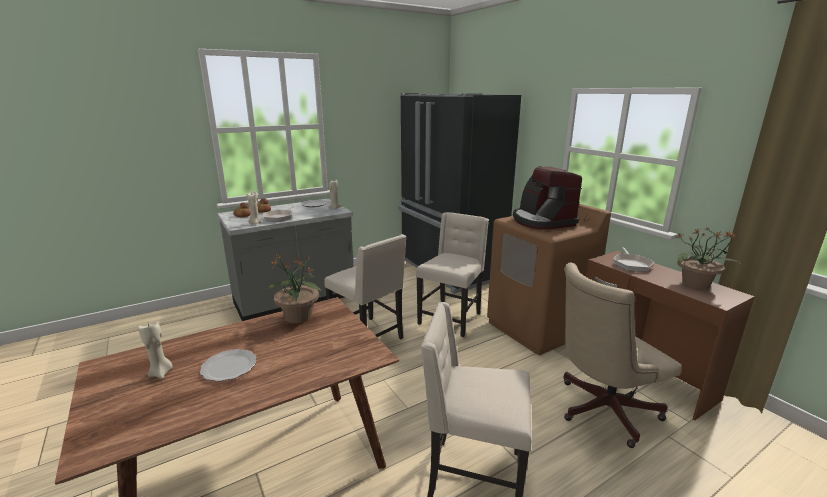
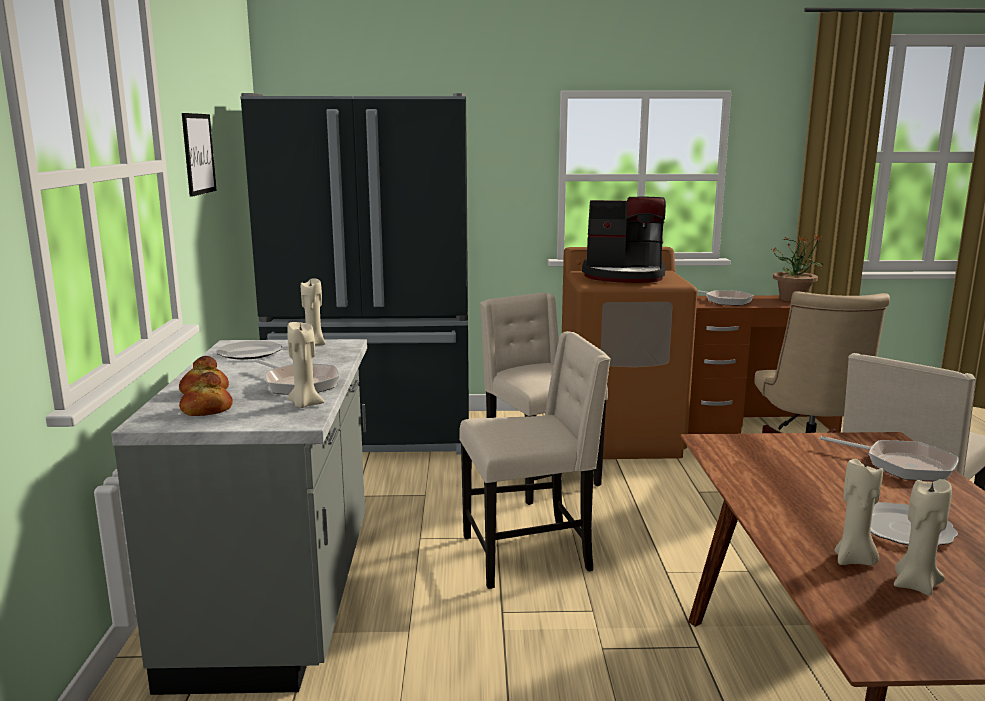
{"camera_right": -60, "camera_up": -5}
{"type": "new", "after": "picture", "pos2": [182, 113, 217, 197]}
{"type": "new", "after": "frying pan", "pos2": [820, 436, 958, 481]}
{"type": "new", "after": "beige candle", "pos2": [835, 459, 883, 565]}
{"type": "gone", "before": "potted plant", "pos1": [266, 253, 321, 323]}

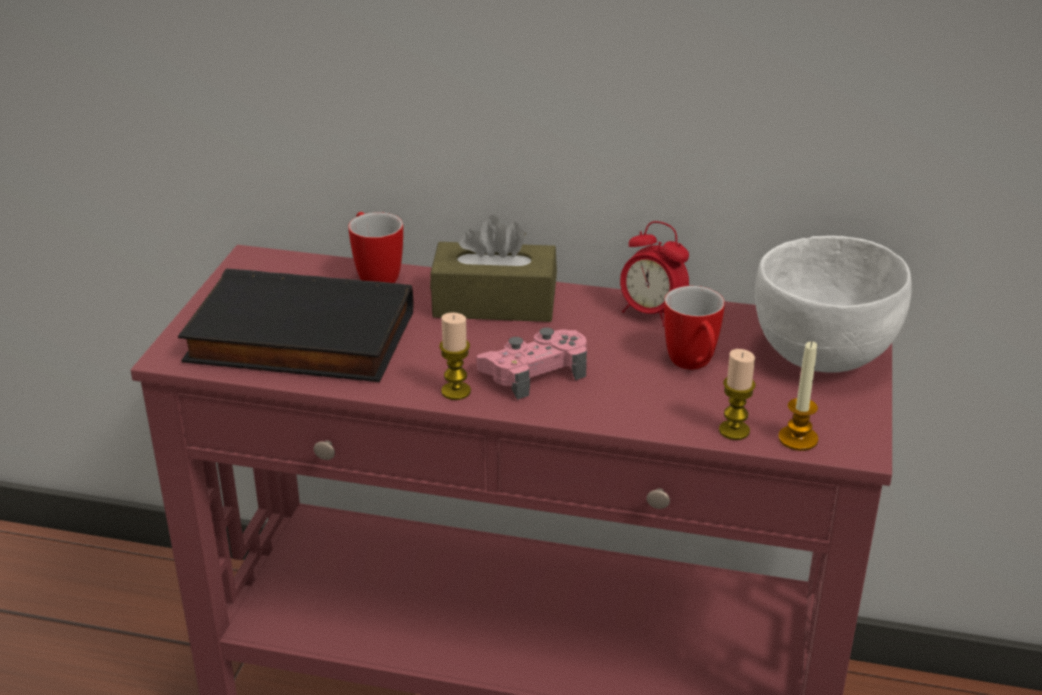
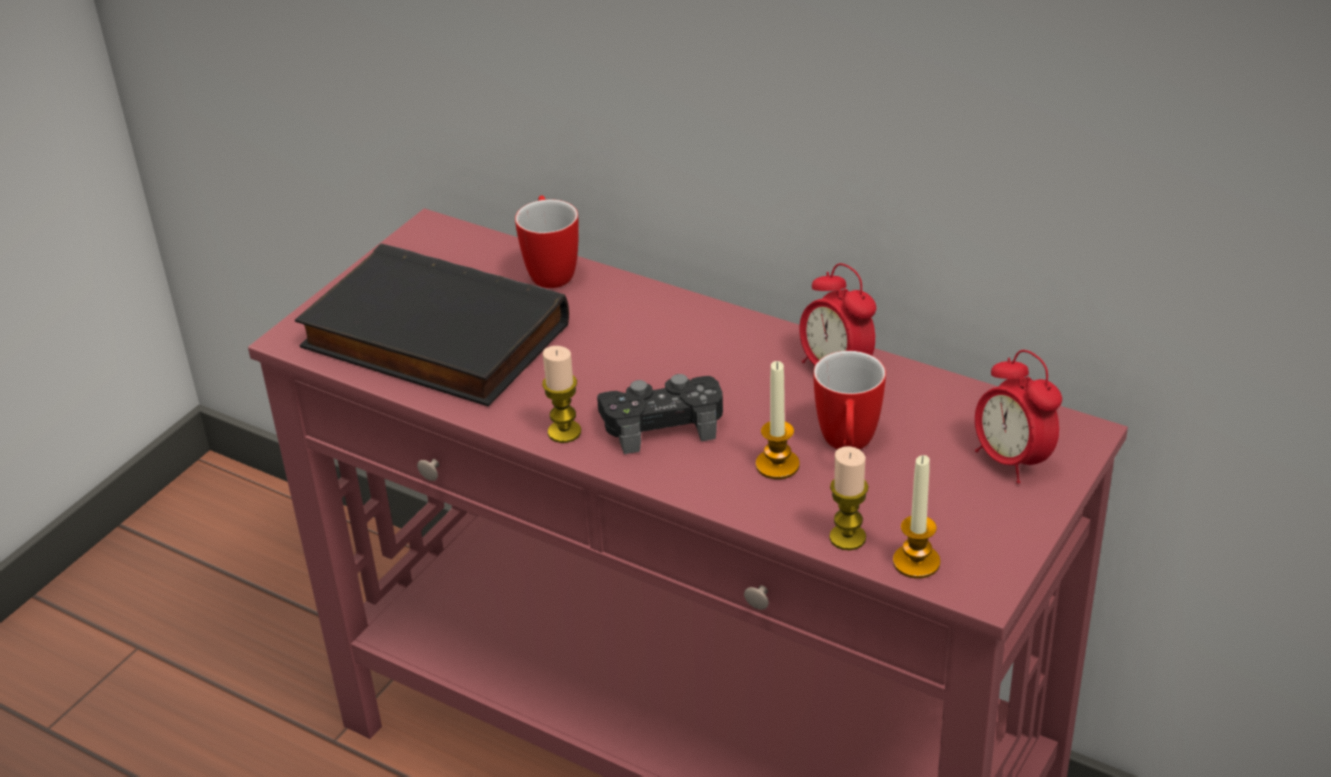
{"camera_right": 20, "camera_up": 5}
{"type": "repainted", "before": "pink game controller", "after": "black game controller", "pos1": [477, 327, 587, 400], "pos2": [597, 374, 723, 454]}
{"type": "new", "after": "candle", "pos2": [756, 361, 800, 479]}
{"type": "swapped", "before": "white bowl", "after": "alarm clock", "pos1": [755, 236, 912, 373], "pos2": [975, 350, 1062, 484]}
{"type": "gone", "before": "brown tissue box", "pos1": [430, 215, 557, 322]}

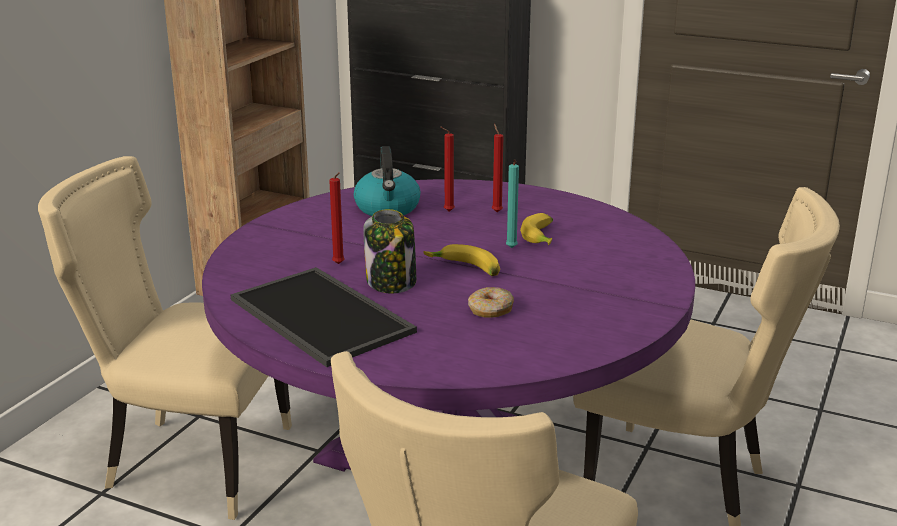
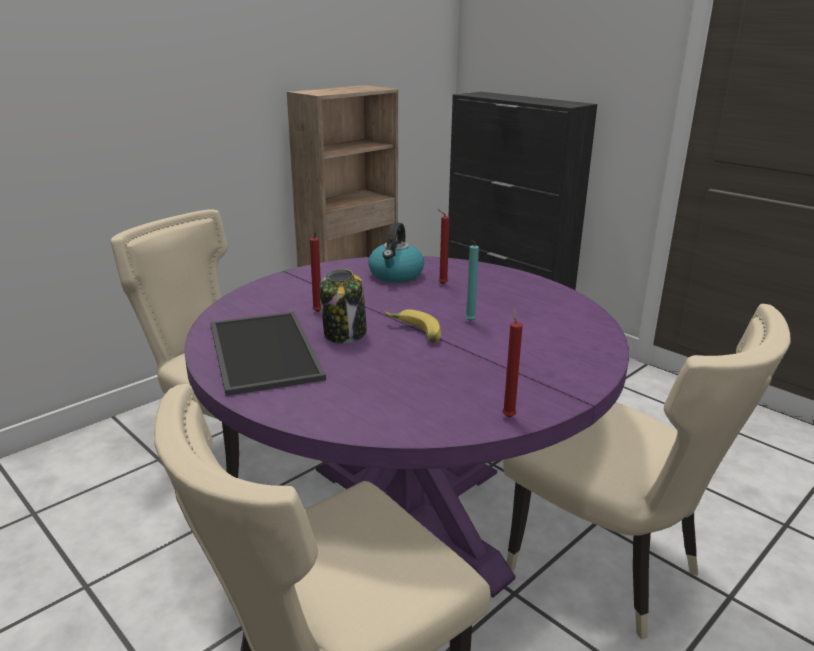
{"camera_right": 20, "camera_up": 0}
{"type": "shifted", "before": "red candle", "pos1": [492, 124, 503, 212], "pos2": [502, 308, 523, 417]}
{"type": "gone", "before": "donut", "pos1": [468, 287, 514, 317]}
{"type": "gone", "before": "banana", "pos1": [520, 213, 553, 245]}

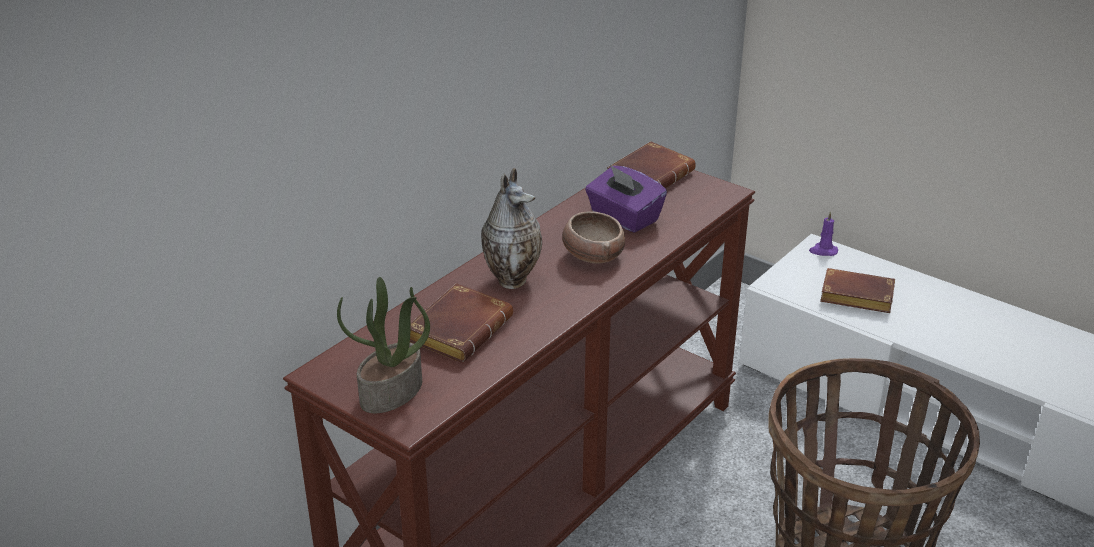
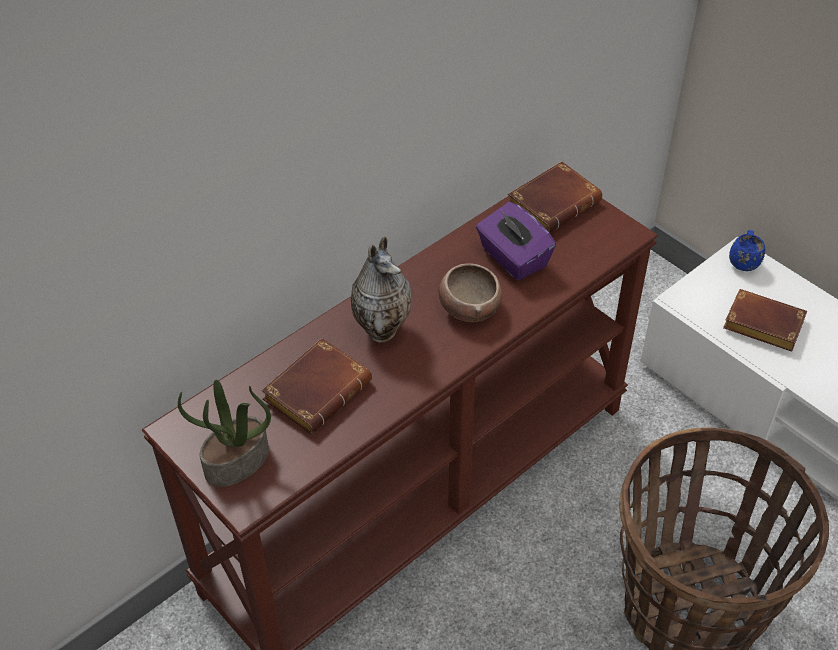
{"camera_right": 10, "camera_up": 15}
{"type": "swapped", "before": "purple candle", "after": "blue mug", "pos1": [809, 212, 838, 256], "pos2": [729, 230, 765, 271]}

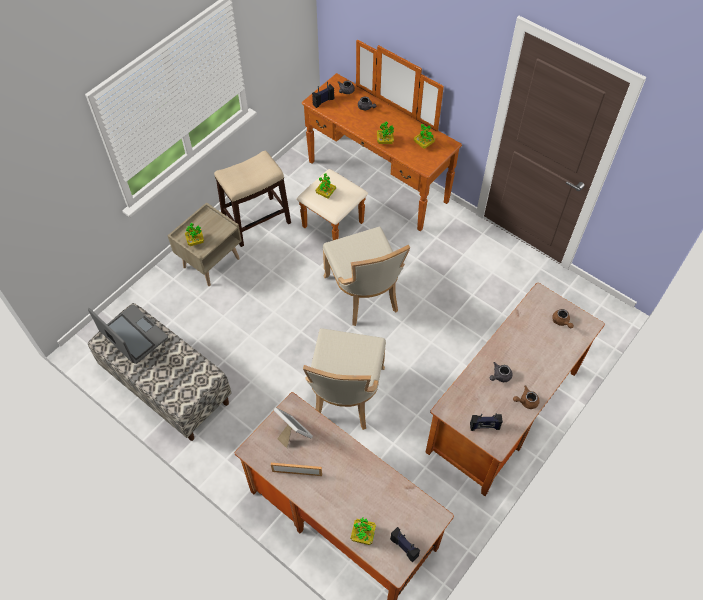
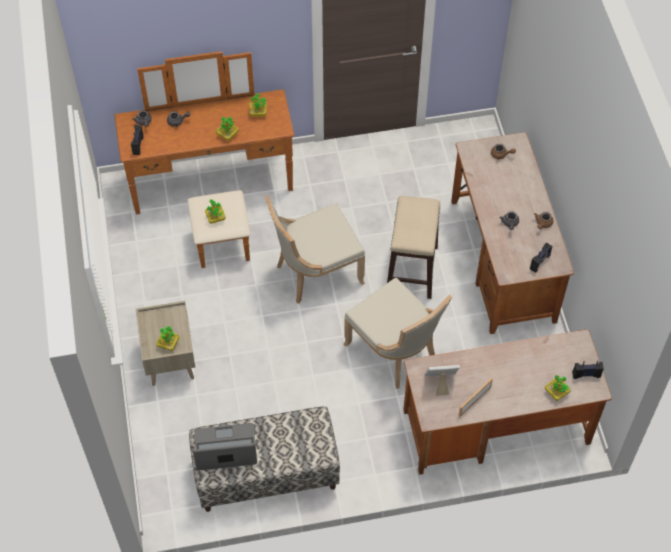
{"camera_right": -50, "camera_up": 0}
{"type": "rotated", "before": "beige chair", "pos1": [323, 227, 410, 326], "pos2": [265, 195, 365, 304], "turn": 135}
{"type": "shifted", "before": "stool", "pos1": [214, 151, 291, 247], "pos2": [387, 196, 440, 299]}

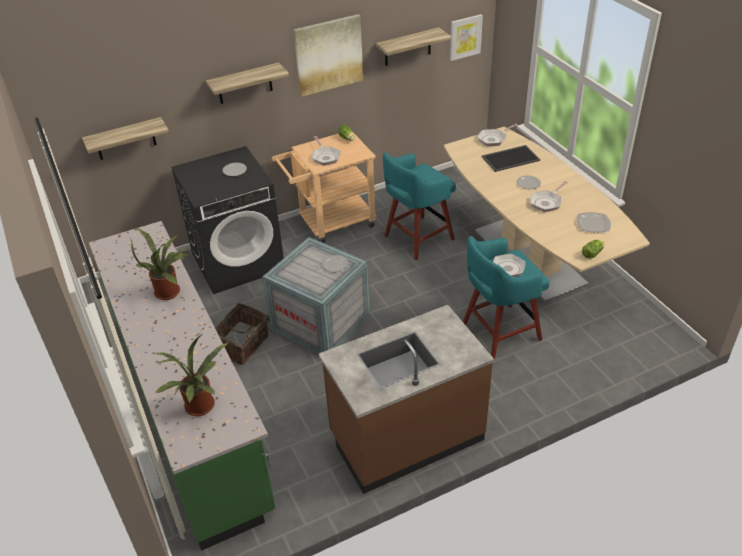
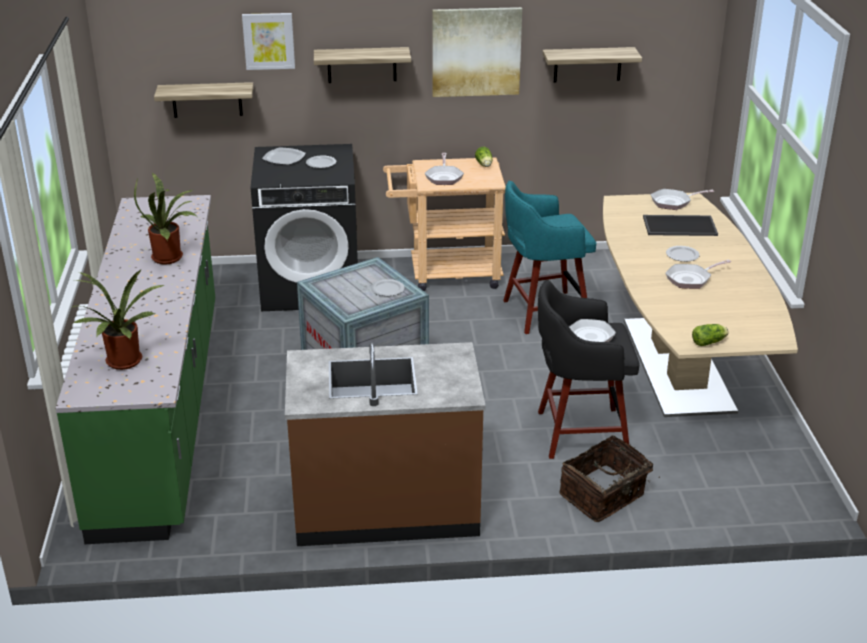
{"camera_right": 20, "camera_up": -10}
{"type": "shifted", "before": "picture", "pos1": [450, 14, 483, 61], "pos2": [242, 13, 295, 70]}
{"type": "shifted", "before": "plate", "pos1": [576, 212, 611, 233], "pos2": [262, 147, 306, 165]}
{"type": "repainted", "before": "turquoise stool", "after": "black stool", "pos1": [463, 236, 550, 359], "pos2": [538, 280, 640, 459]}
{"type": "shifted", "before": "basket", "pos1": [215, 303, 270, 365], "pos2": [560, 435, 660, 522]}

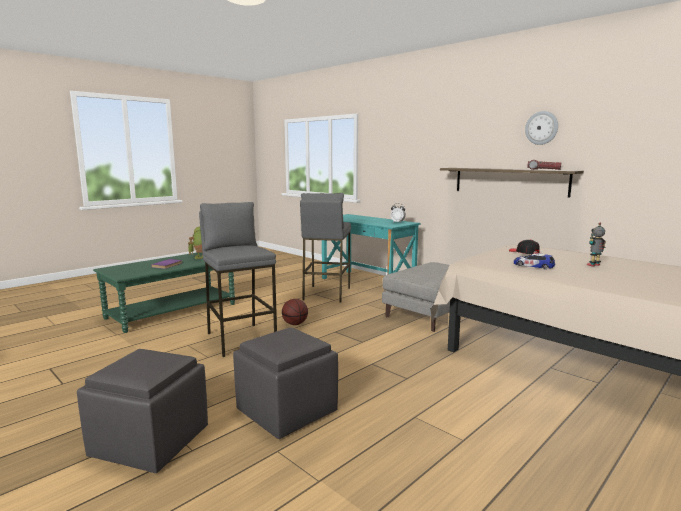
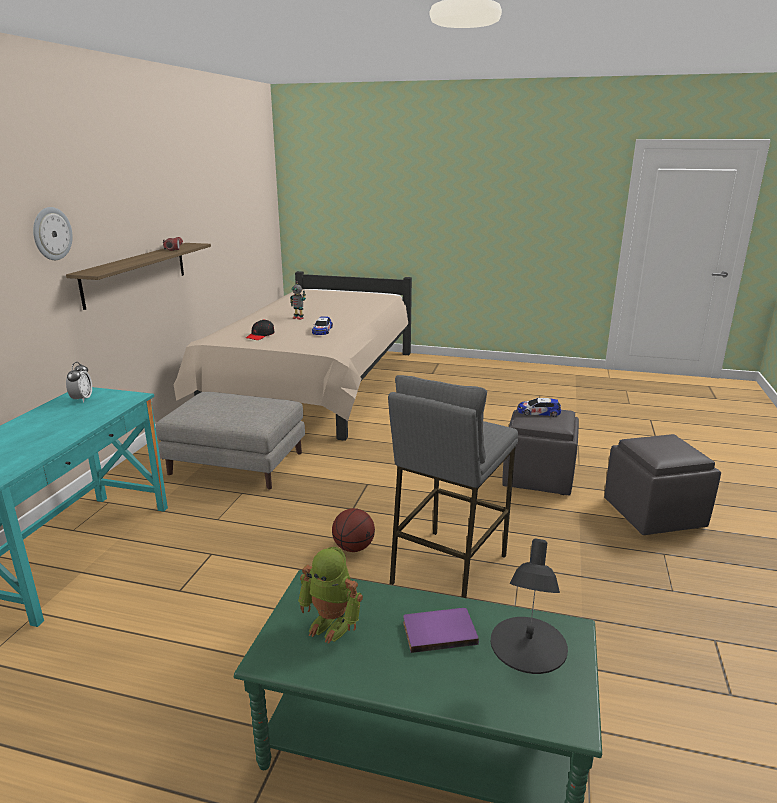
{"camera_right": -120, "camera_up": 10}
{"type": "shifted", "before": "wall clock", "pos1": [525, 111, 558, 145], "pos2": [33, 207, 73, 260]}
{"type": "new", "after": "black table lamp", "pos2": [491, 538, 568, 674]}
{"type": "new", "after": "toy car", "pos2": [517, 398, 561, 417]}
{"type": "gone", "before": "grey stool", "pos1": [300, 193, 351, 302]}

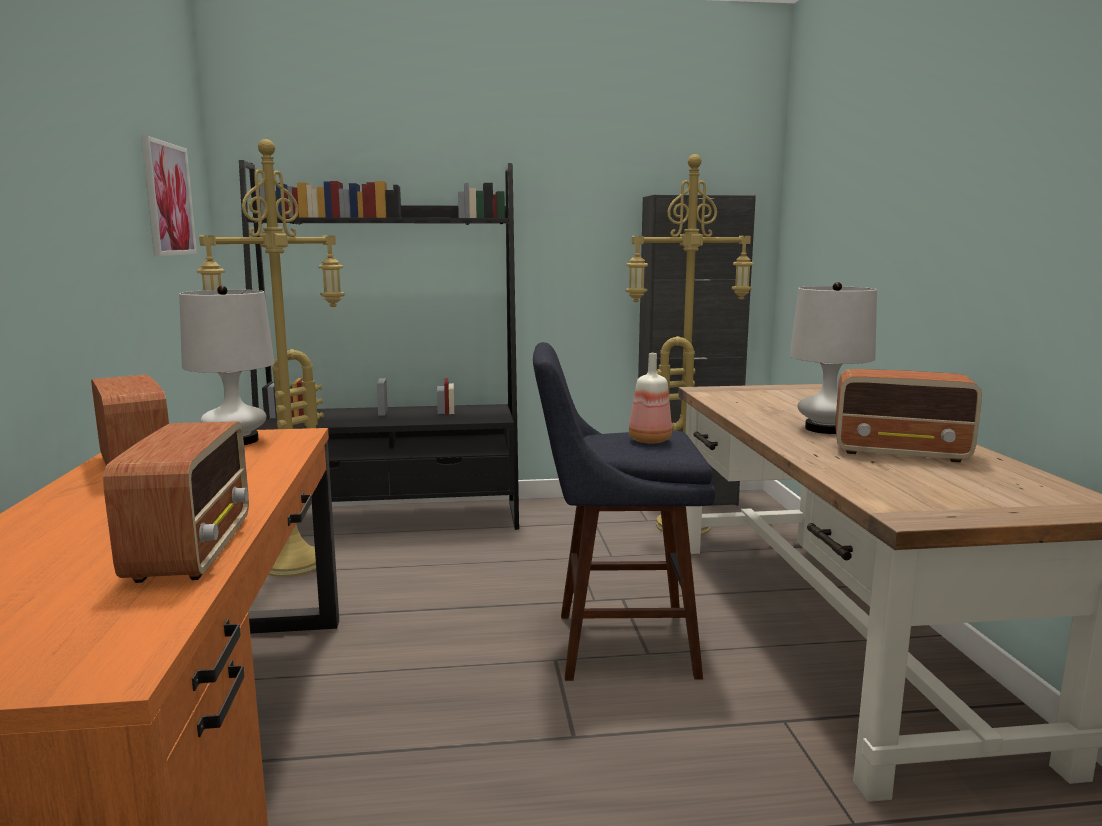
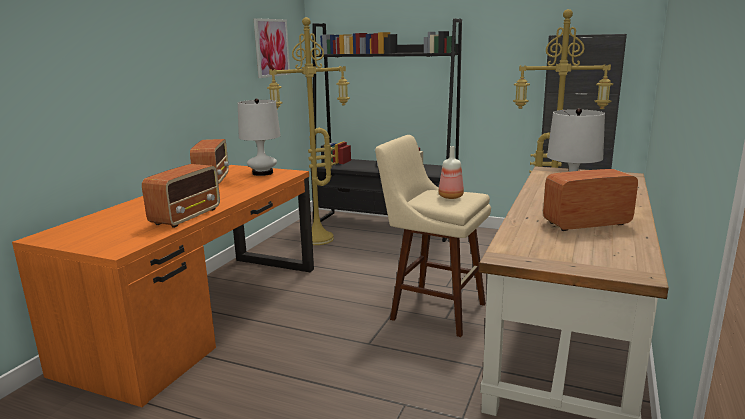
{"camera_right": 30, "camera_up": 5}
{"type": "repainted", "before": "blue stool", "after": "beige stool", "pos1": [533, 342, 715, 681], "pos2": [375, 135, 491, 337]}
{"type": "rotated", "before": "radio", "pos1": [835, 369, 982, 463], "pos2": [543, 169, 638, 231], "turn": 120}

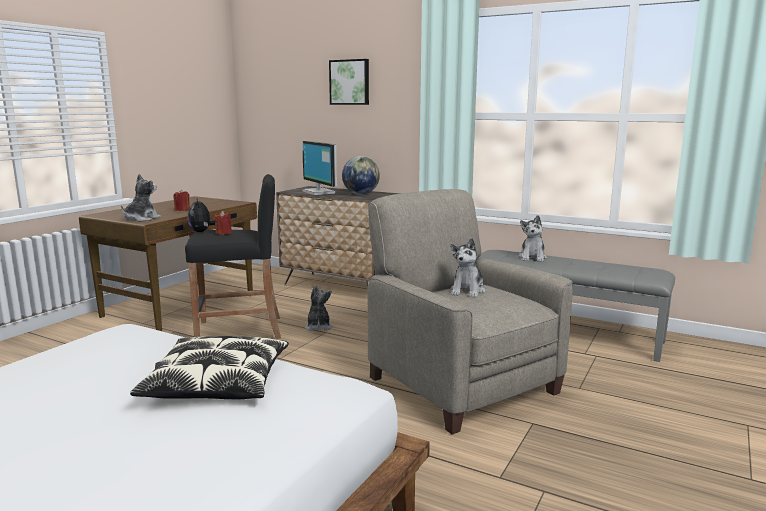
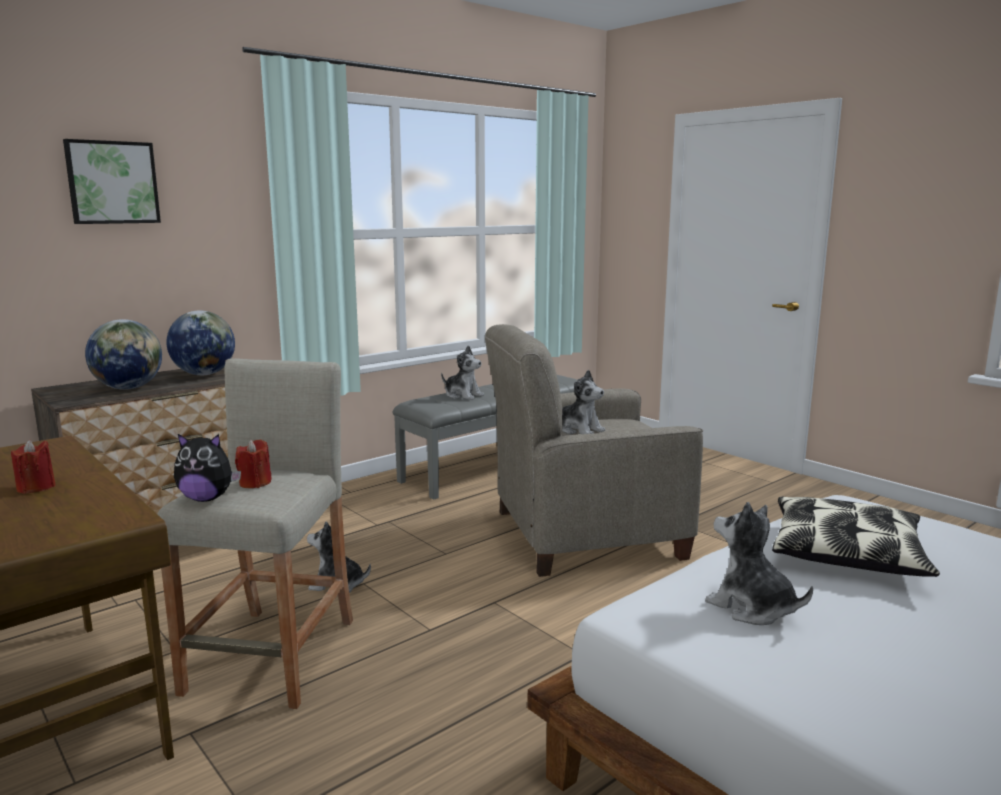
{"camera_right": -70, "camera_up": 0}
{"type": "swapped", "before": "monitor", "after": "globe", "pos1": [302, 141, 337, 195], "pos2": [85, 319, 162, 390]}
{"type": "repainted", "before": "black stool", "after": "beige stool", "pos1": [185, 174, 281, 339], "pos2": [158, 358, 353, 709]}
{"type": "shifted", "before": "plush toy", "pos1": [121, 174, 161, 222], "pos2": [705, 502, 813, 625]}

